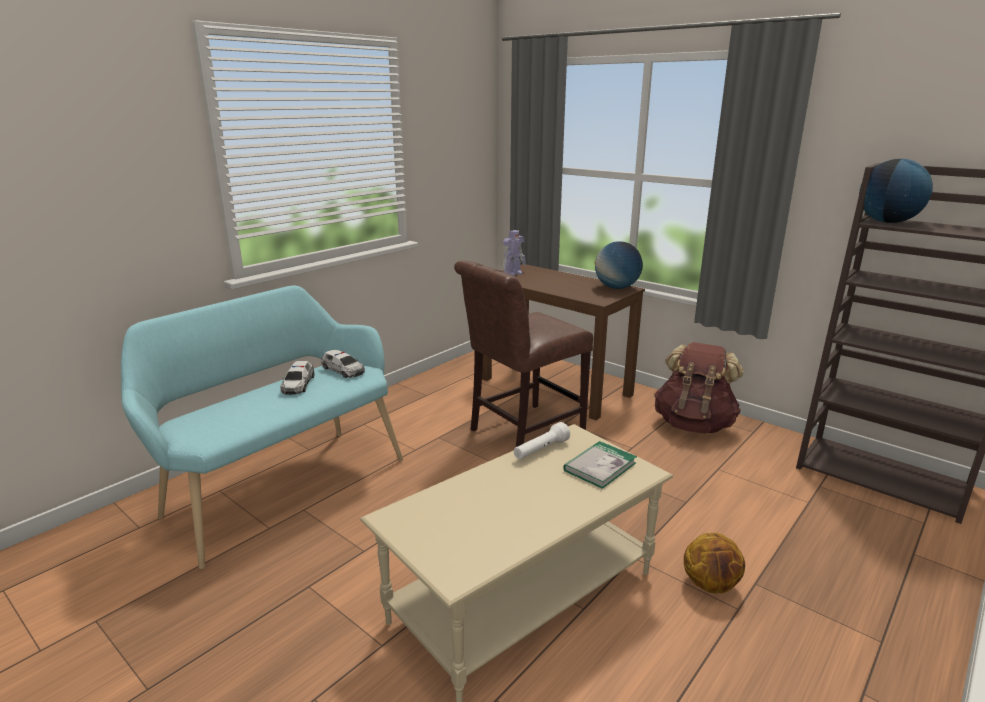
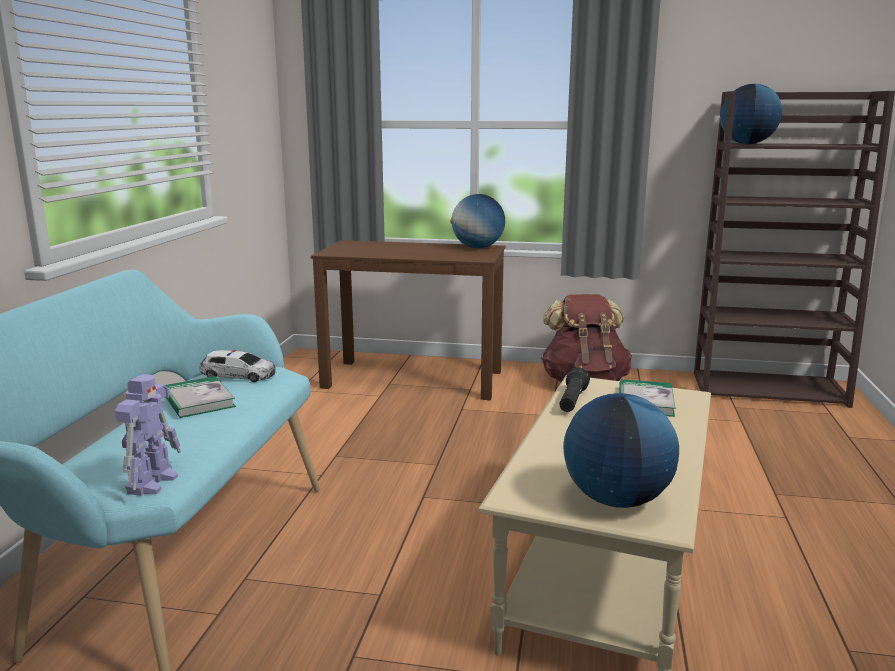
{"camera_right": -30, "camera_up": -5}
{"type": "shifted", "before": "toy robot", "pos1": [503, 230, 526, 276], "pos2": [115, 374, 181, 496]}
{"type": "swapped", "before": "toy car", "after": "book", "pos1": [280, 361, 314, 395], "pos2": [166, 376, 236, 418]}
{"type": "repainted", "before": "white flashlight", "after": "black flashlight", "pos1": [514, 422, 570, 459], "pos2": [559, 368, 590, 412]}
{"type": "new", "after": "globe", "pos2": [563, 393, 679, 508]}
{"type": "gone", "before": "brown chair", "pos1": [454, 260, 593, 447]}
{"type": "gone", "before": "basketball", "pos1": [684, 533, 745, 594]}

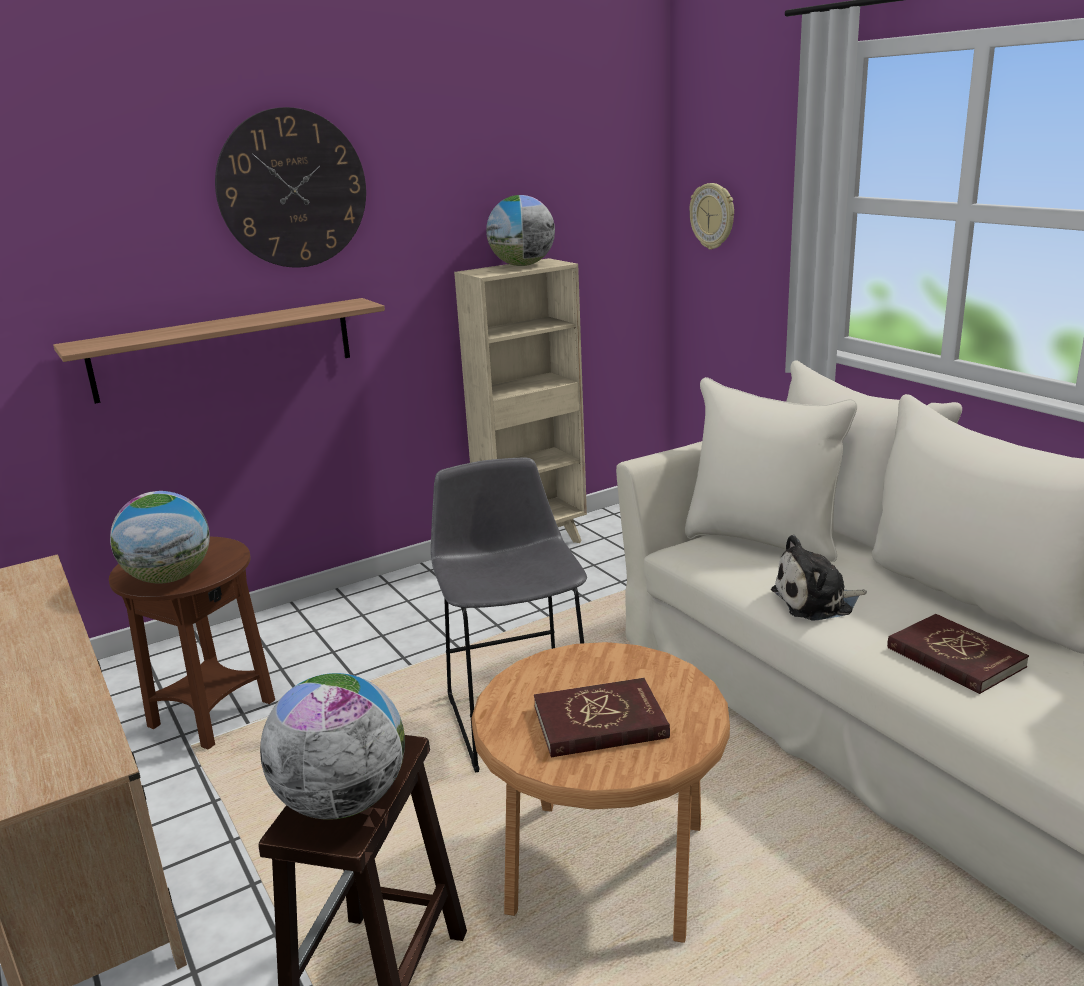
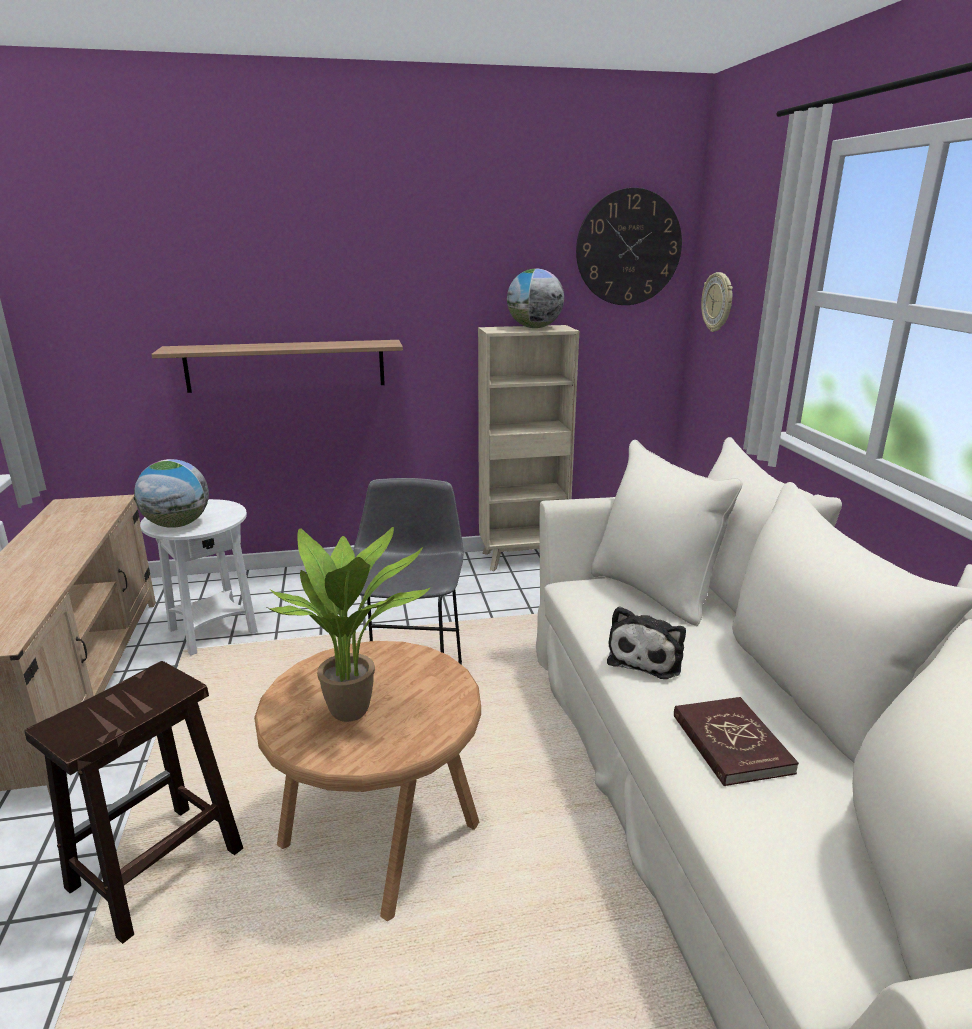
{"camera_right": 20, "camera_up": 0}
{"type": "repainted", "before": "brown side table", "after": "white side table", "pos1": [109, 537, 275, 750], "pos2": [140, 499, 258, 656]}
{"type": "swapped", "before": "red book", "after": "potted plant", "pos1": [534, 678, 670, 757], "pos2": [267, 527, 431, 722]}
{"type": "shifted", "before": "wall clock", "pos1": [215, 107, 366, 268], "pos2": [576, 188, 682, 305]}
{"type": "rotated", "before": "plush toy", "pos1": [771, 535, 867, 620], "pos2": [607, 606, 686, 679], "turn": -75}
{"type": "gone", "before": "globe", "pos1": [260, 673, 405, 820]}

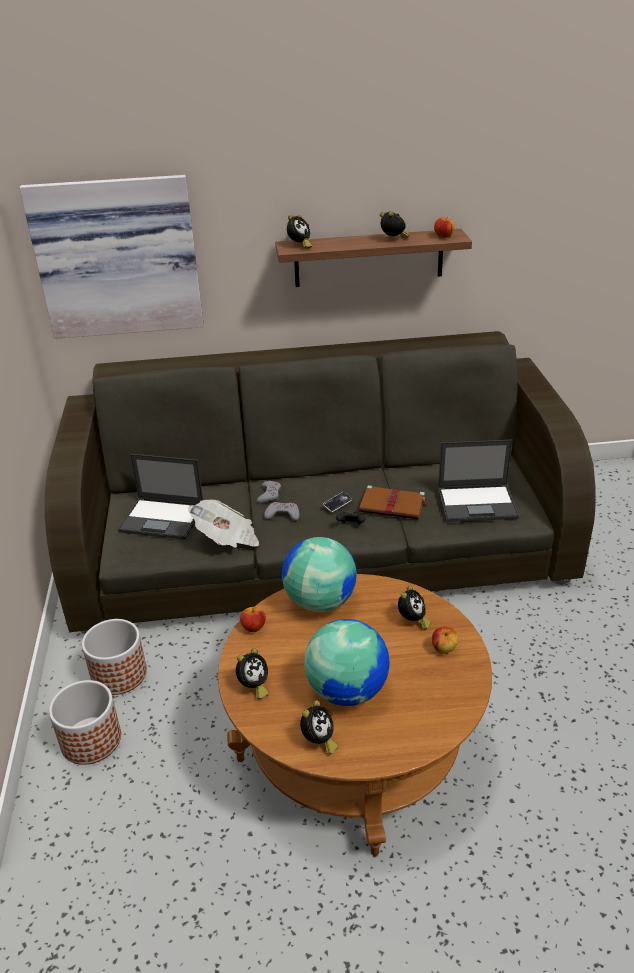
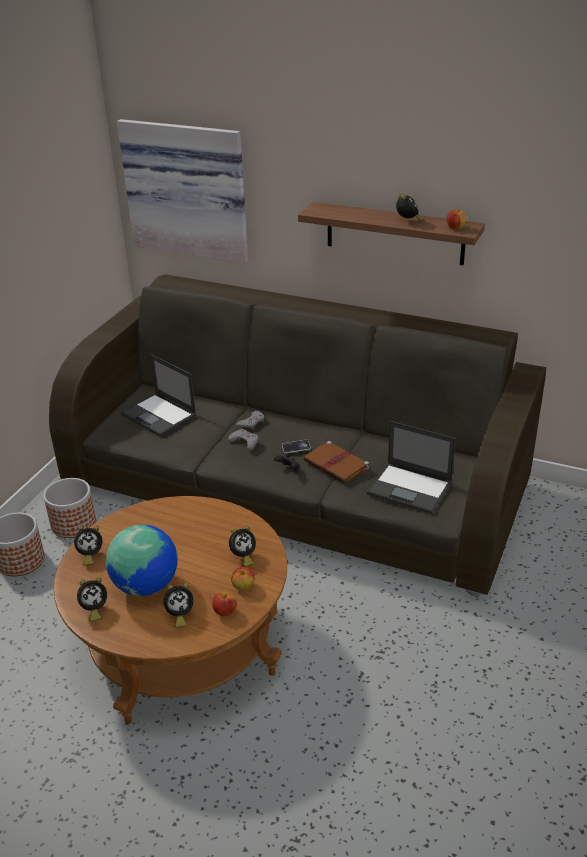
{"camera_right": 30, "camera_up": 0}
{"type": "shifted", "before": "alarm clock", "pos1": [287, 215, 312, 249], "pos2": [163, 583, 193, 627]}
{"type": "shifted", "before": "apple", "pos1": [240, 607, 266, 632], "pos2": [212, 592, 237, 617]}
{"type": "gone", "before": "newspaper", "pos1": [188, 500, 260, 548]}
{"type": "gone", "before": "globe", "pos1": [282, 537, 357, 612]}

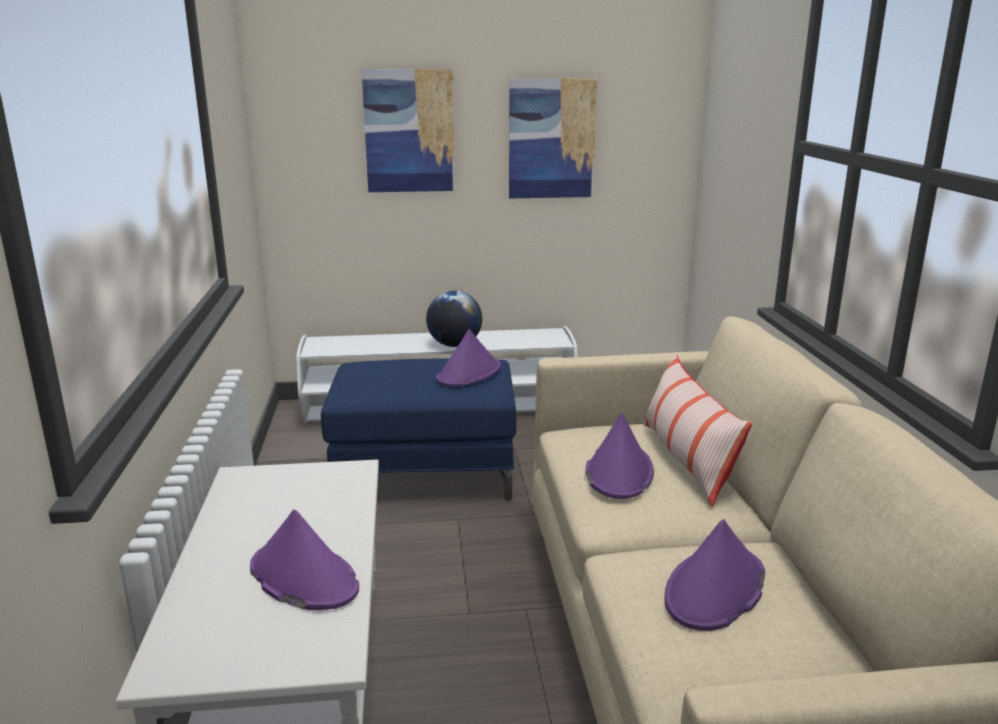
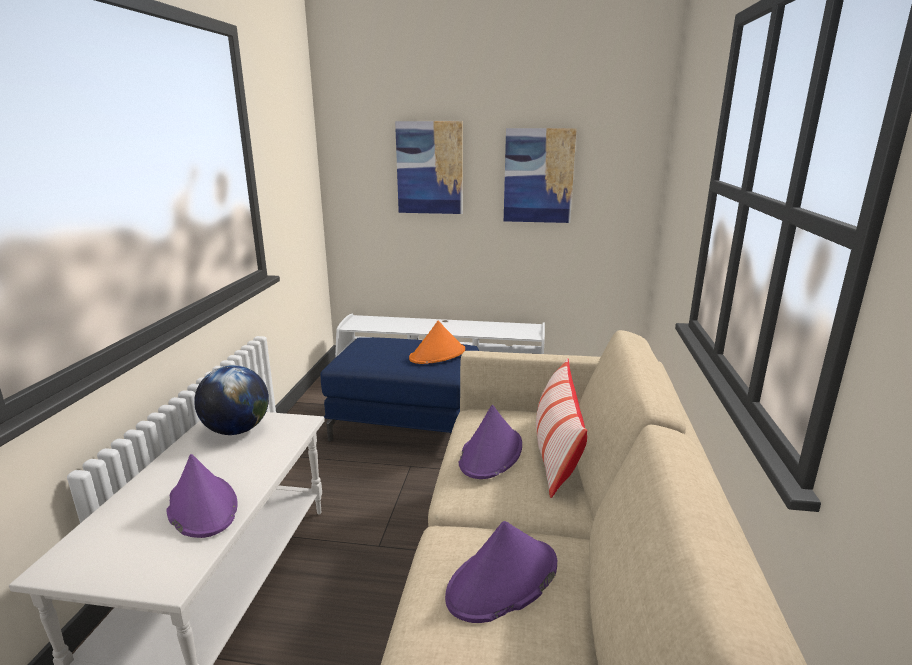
{"camera_right": 15, "camera_up": 0}
{"type": "shifted", "before": "globe", "pos1": [426, 291, 482, 347], "pos2": [194, 365, 269, 435]}
{"type": "repainted", "before": "purple hat", "after": "orange hat", "pos1": [436, 329, 501, 386], "pos2": [409, 321, 465, 364]}

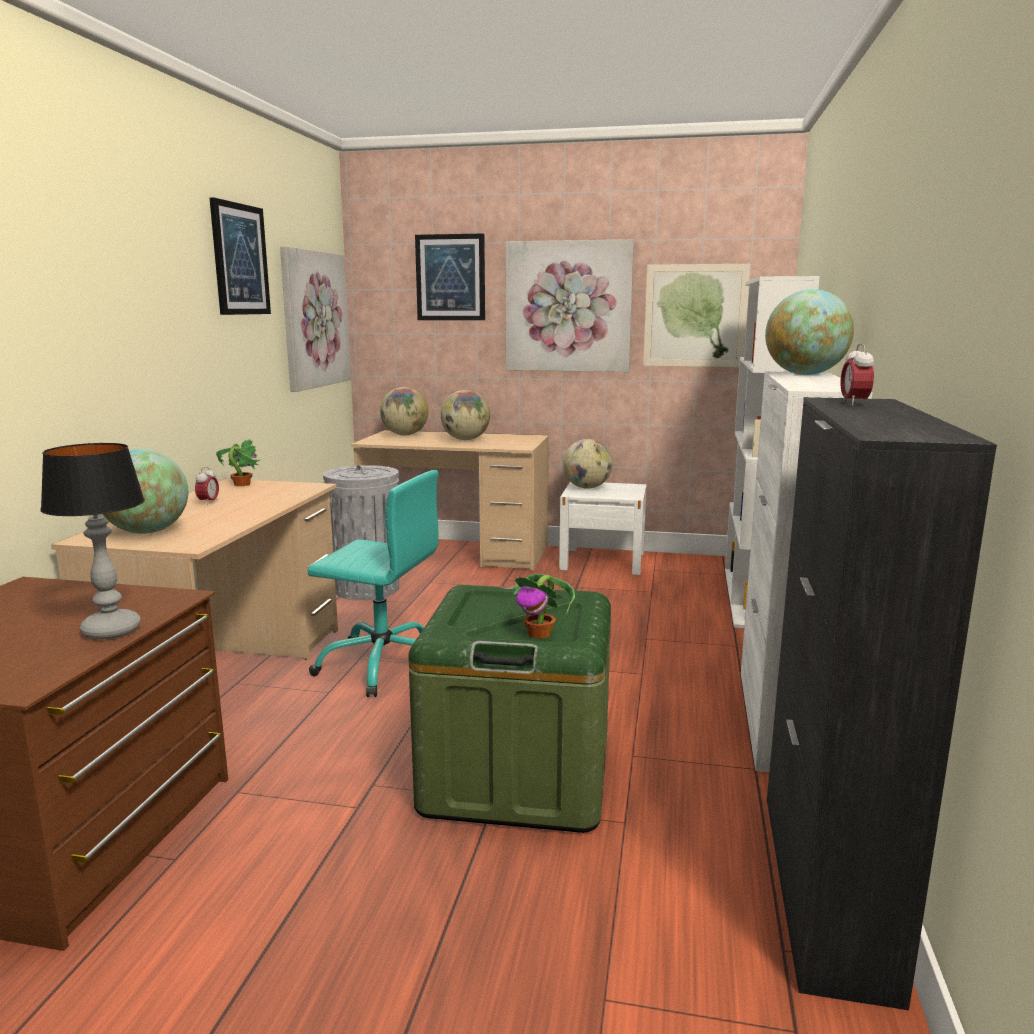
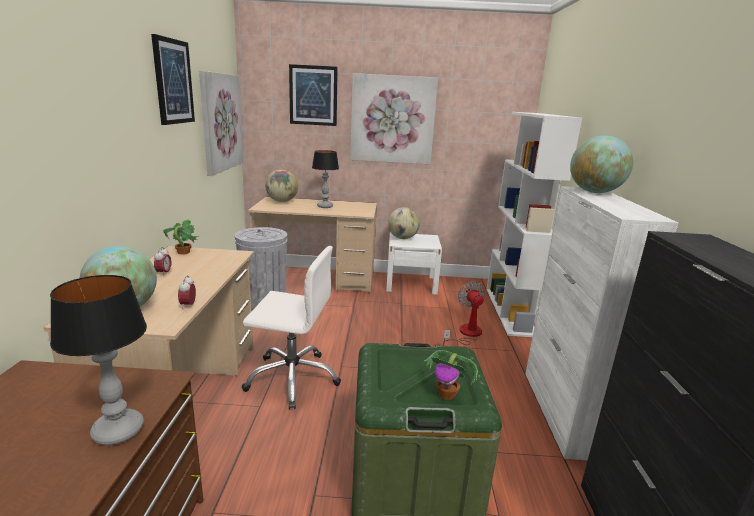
{"camera_right": -10, "camera_up": 5}
{"type": "shifted", "before": "alarm clock", "pos1": [840, 344, 874, 406], "pos2": [178, 275, 196, 309]}
{"type": "repainted", "before": "turquoise office chair", "after": "white office chair", "pos1": [308, 470, 438, 697], "pos2": [242, 246, 341, 410]}
{"type": "swapped", "before": "globe", "after": "table lamp", "pos1": [441, 390, 490, 440], "pos2": [312, 150, 339, 208]}
{"type": "new", "after": "fan", "pos2": [442, 281, 485, 346]}
{"type": "gone", "before": "picture", "pos1": [643, 264, 750, 367]}

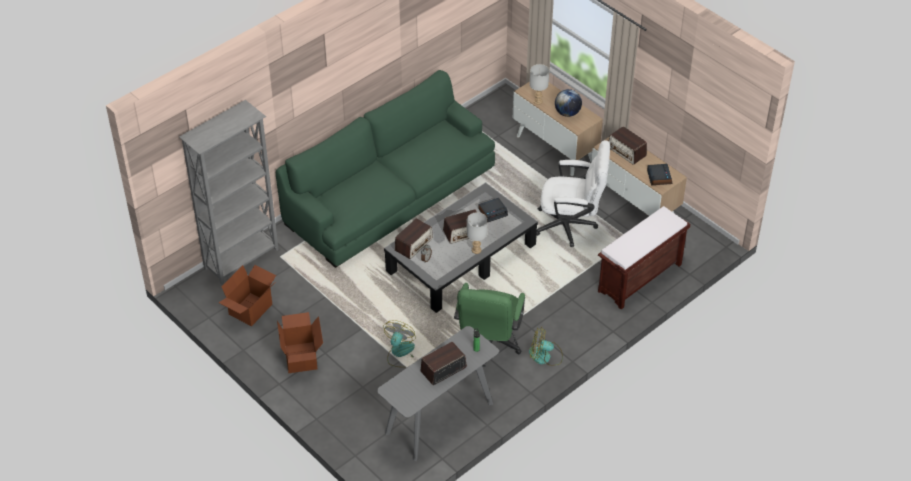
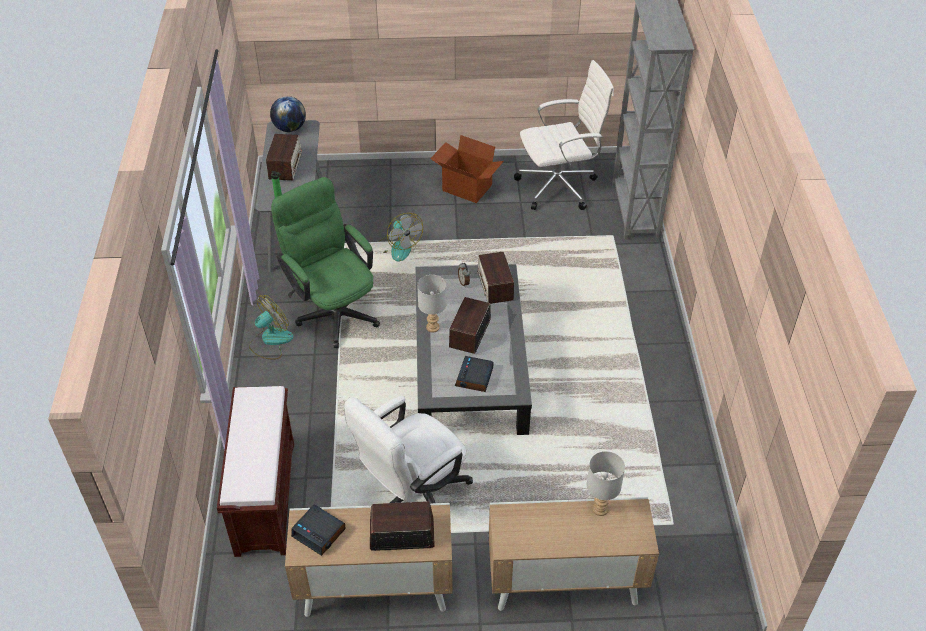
{"camera_right": 130, "camera_up": 0}
{"type": "shifted", "before": "globe", "pos1": [555, 89, 582, 117], "pos2": [270, 96, 306, 132]}
{"type": "swapped", "before": "cardboard box", "after": "white office chair", "pos1": [218, 265, 276, 326], "pos2": [514, 60, 614, 210]}
{"type": "gone", "before": "green sofa", "pos1": [276, 70, 495, 268]}

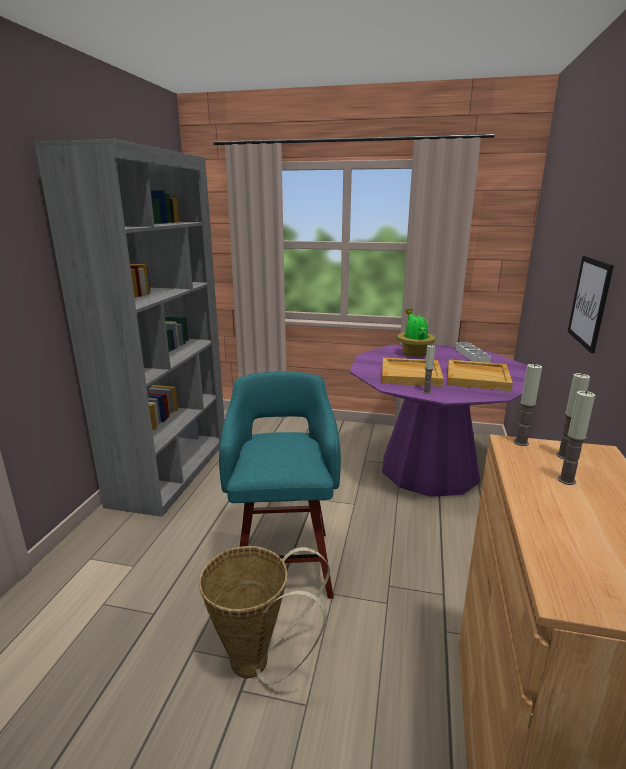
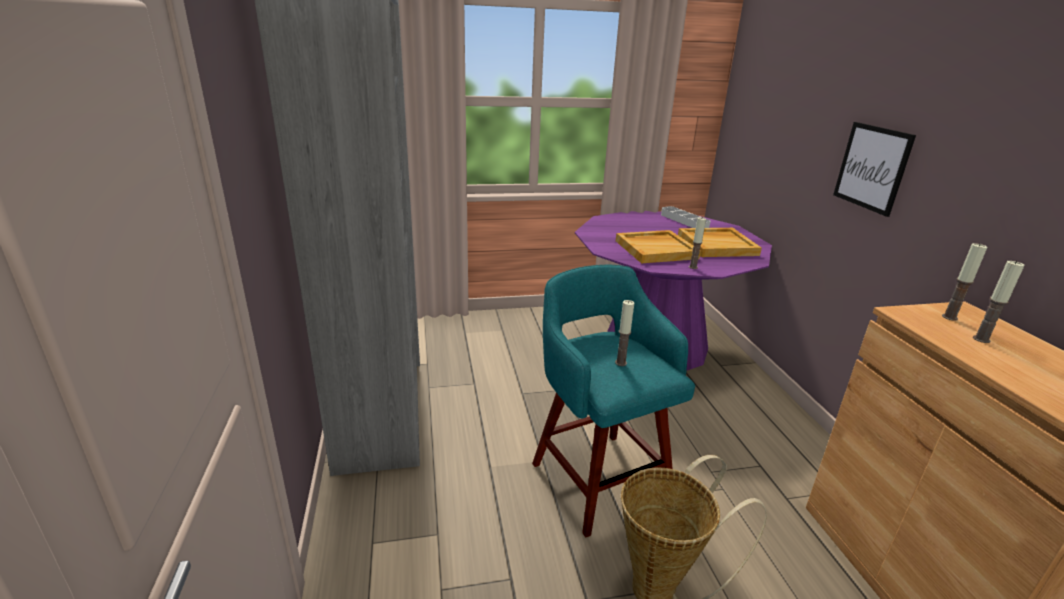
{"camera_right": -25, "camera_up": 5}
{"type": "shifted", "before": "candle", "pos1": [514, 363, 542, 446], "pos2": [615, 300, 634, 366]}
{"type": "gone", "before": "potted plant", "pos1": [397, 308, 435, 357]}

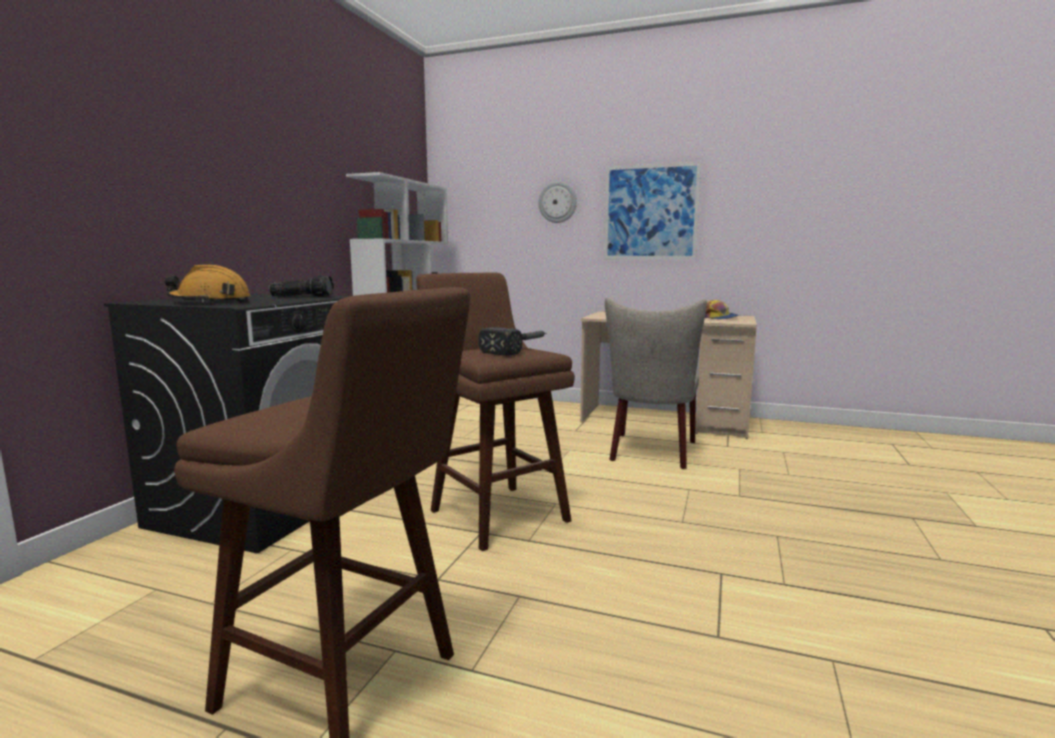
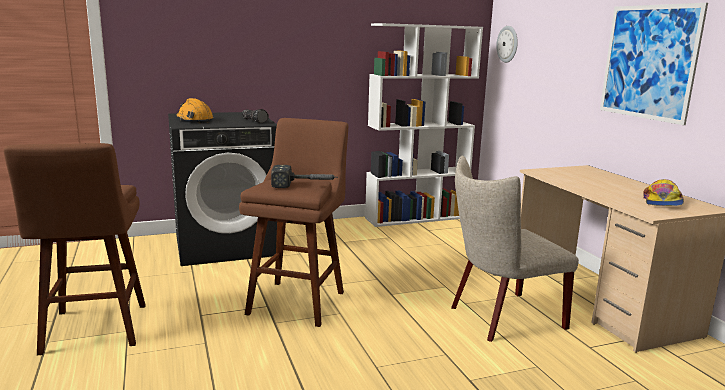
{"camera_right": 50, "camera_up": 5}
{"type": "shifted", "before": "wall clock", "pos1": [539, 182, 577, 223], "pos2": [496, 26, 518, 63]}

